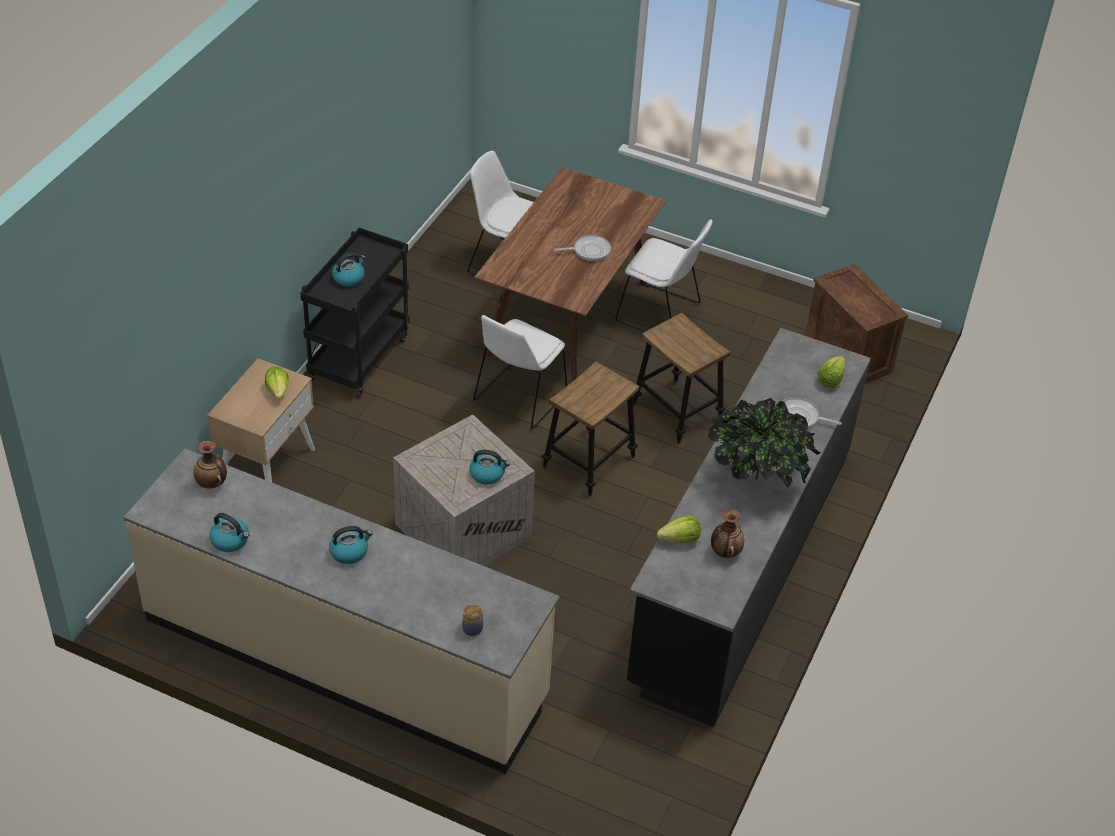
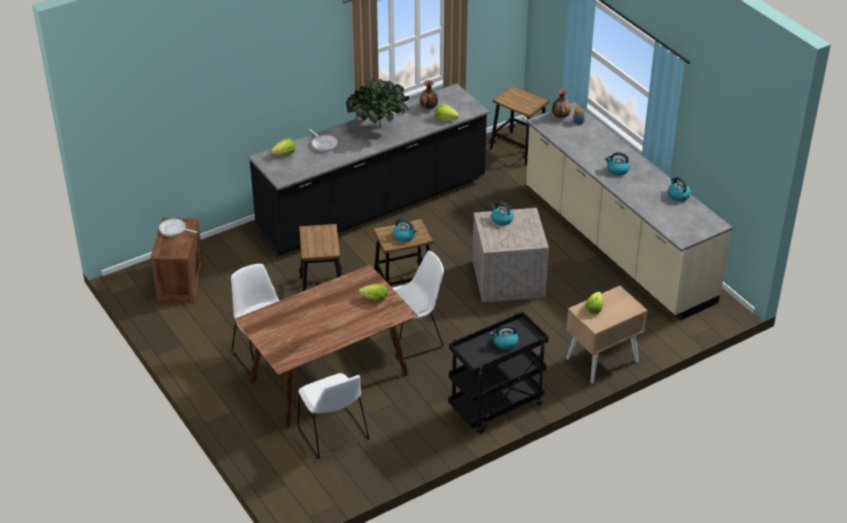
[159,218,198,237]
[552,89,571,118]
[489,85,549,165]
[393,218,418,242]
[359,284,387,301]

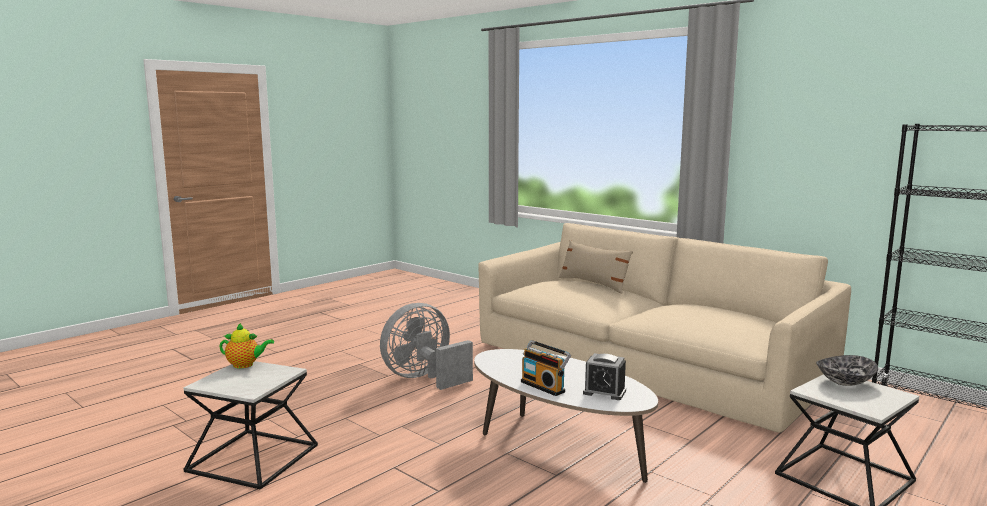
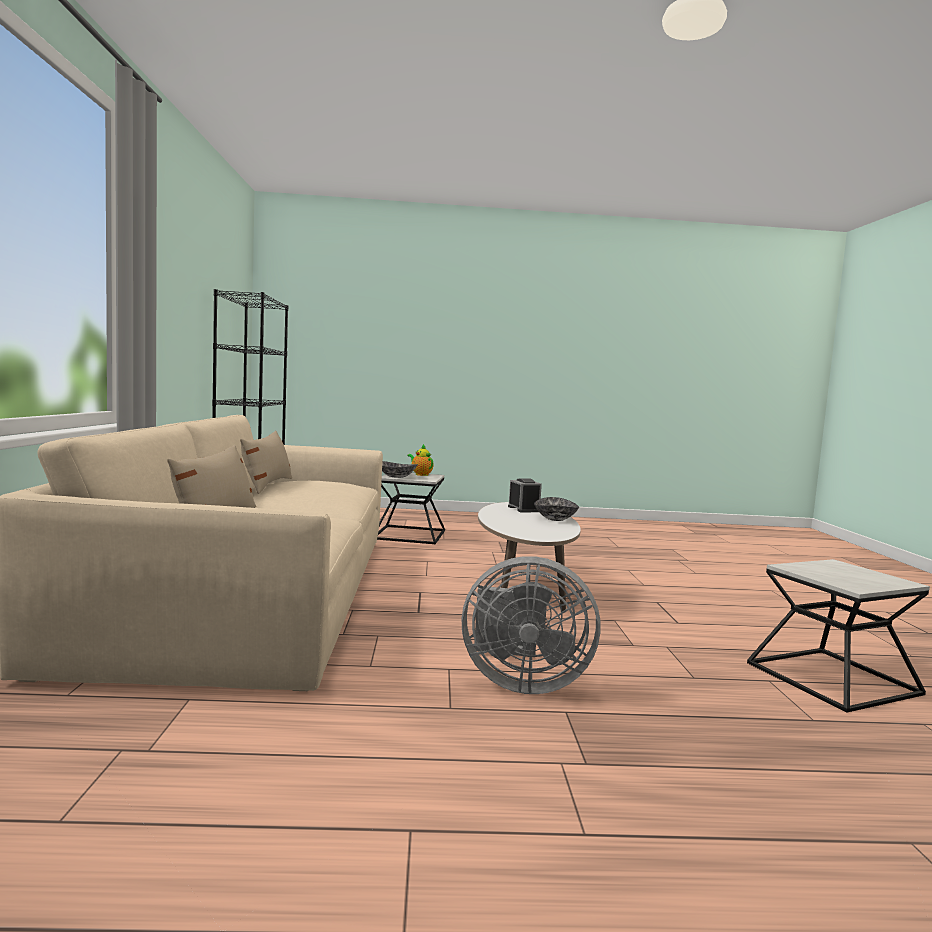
[407,444,434,476]
[534,497,579,521]
[240,431,292,494]

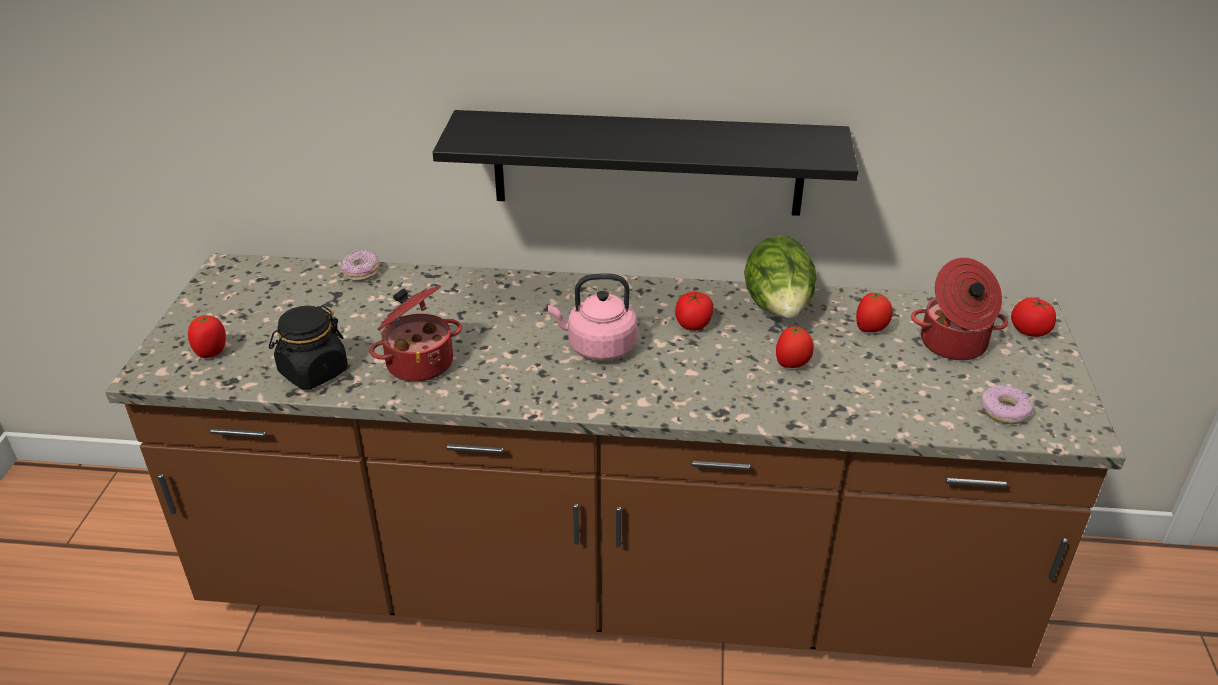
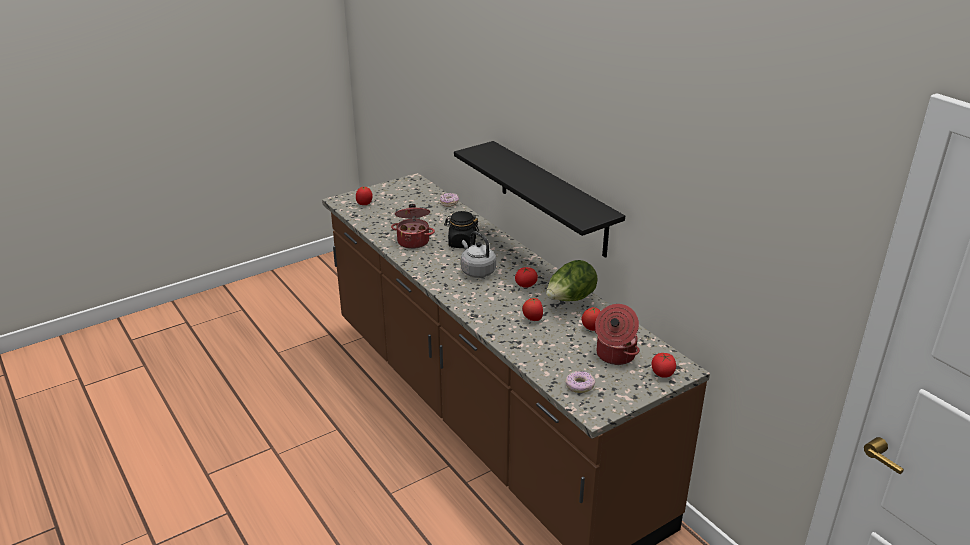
[461,231,496,278]
[444,211,479,248]

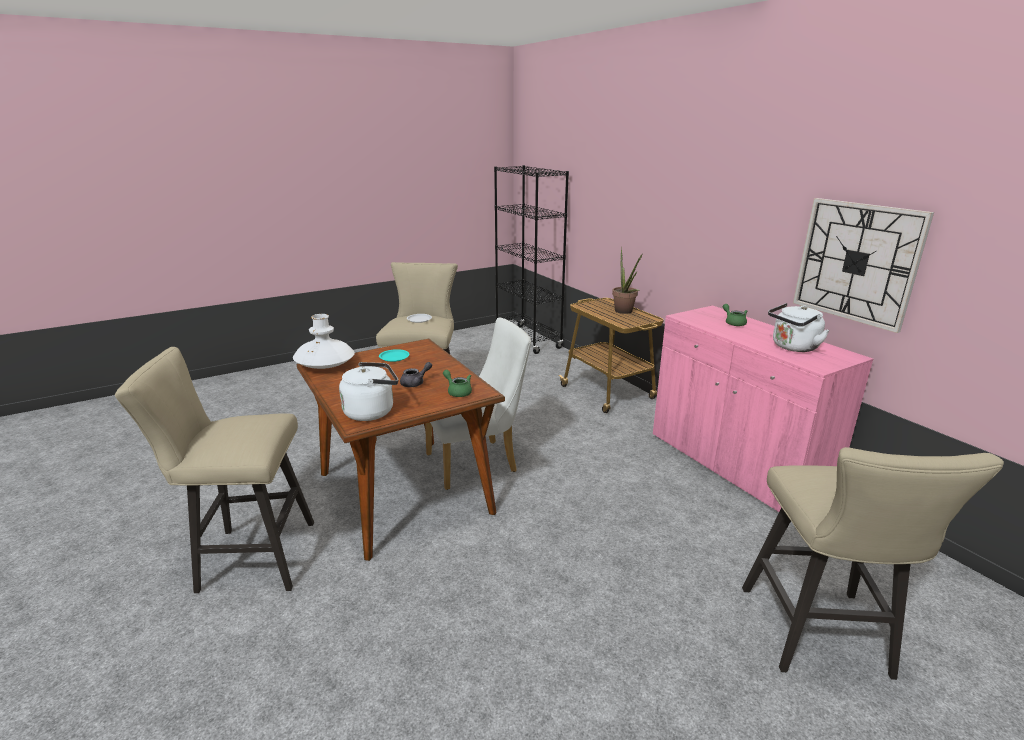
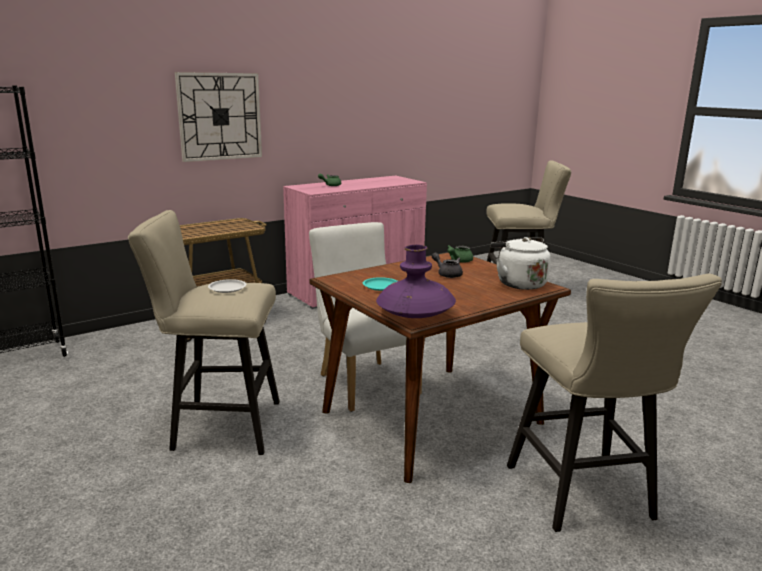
[175,72,262,162]
[612,247,643,314] (first image)
[768,303,830,352] (first image)
[376,245,456,318]

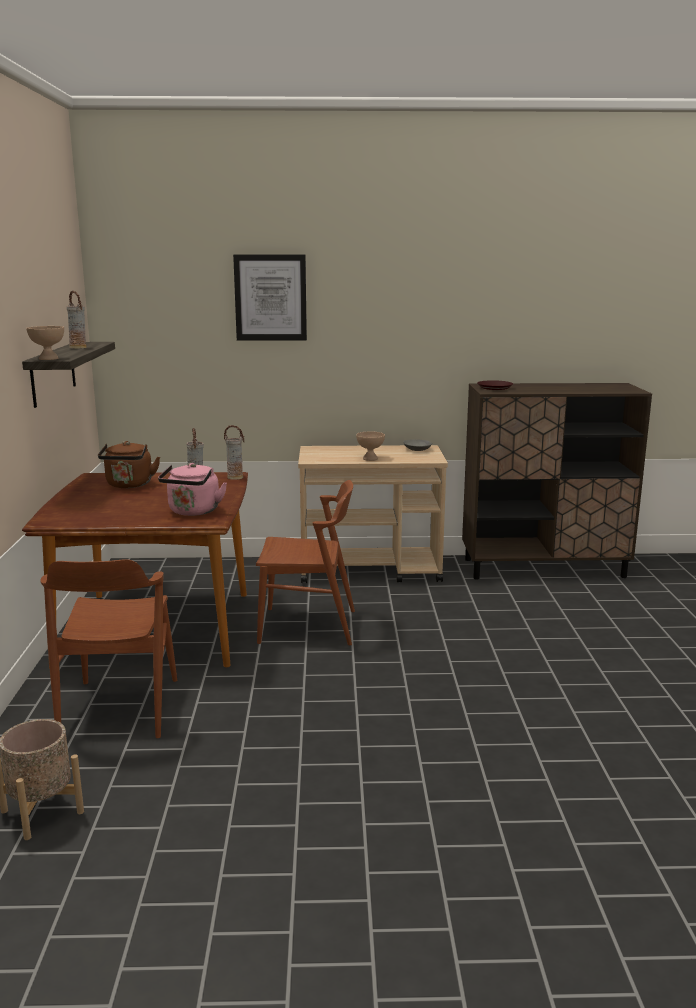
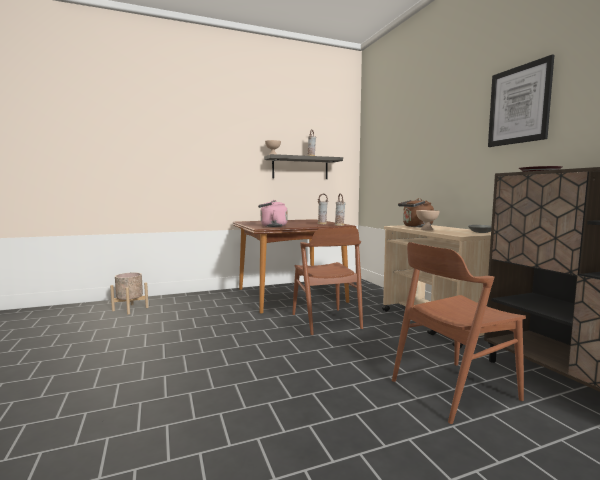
[488,54,554,147]
[398,198,434,227]
[392,242,526,424]

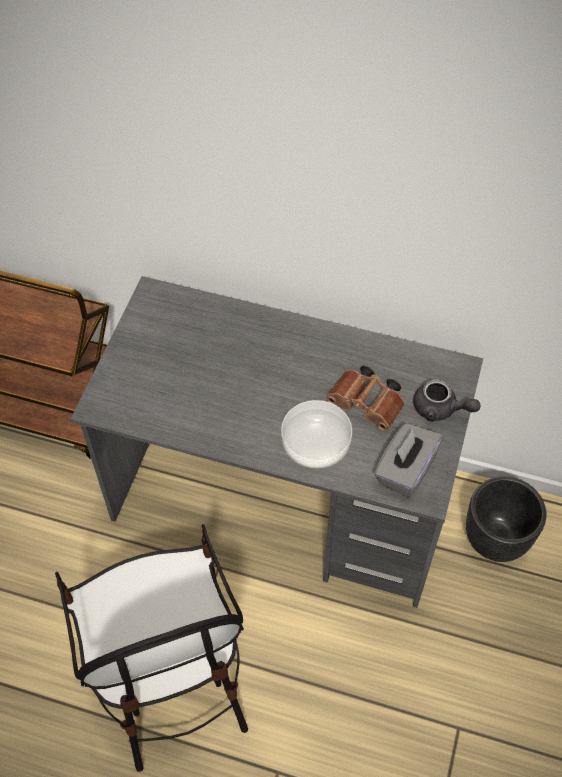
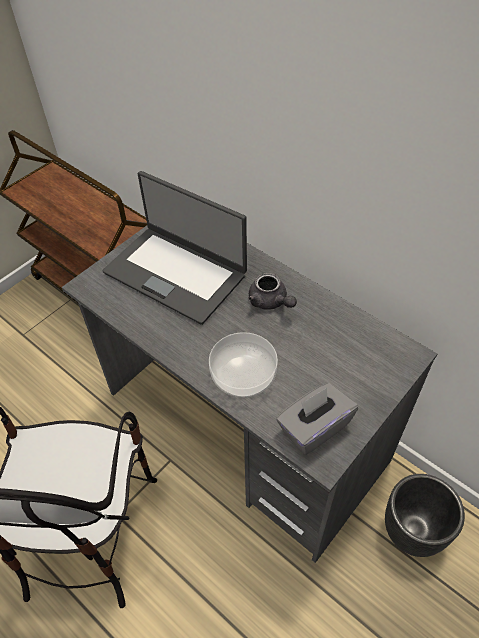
[326,366,405,431] (first image)
[248,273,297,310]
[103,171,247,325]

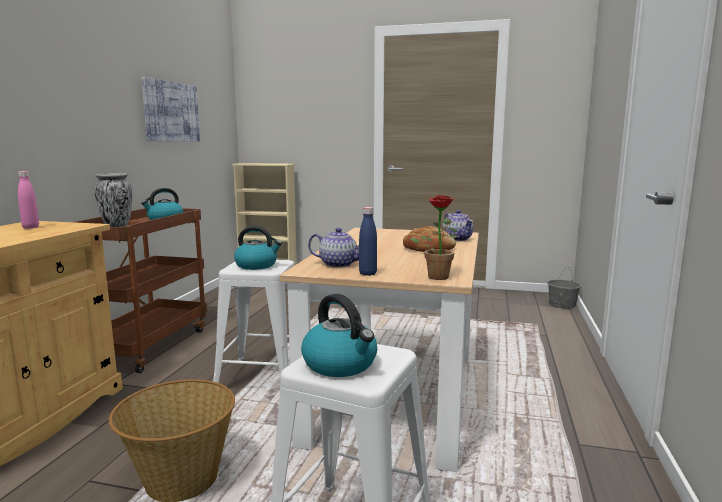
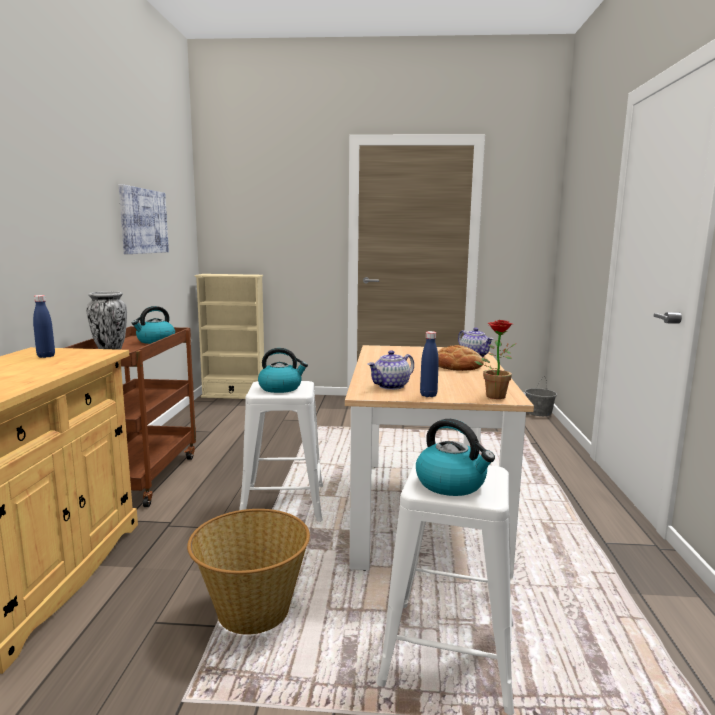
[33,295,55,358]
[367,350,414,390]

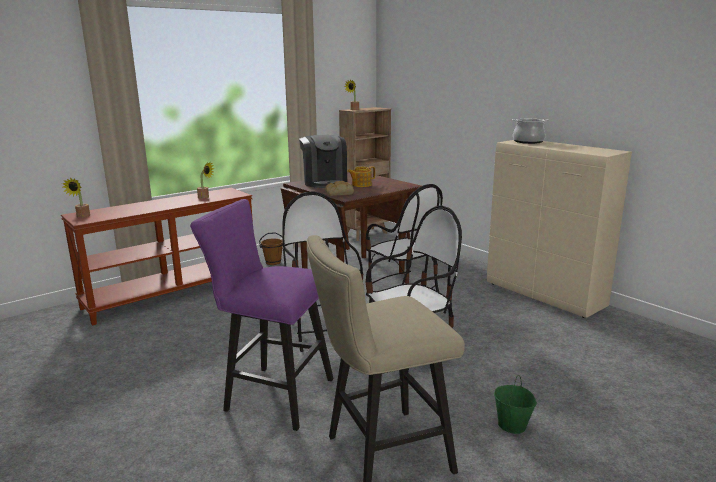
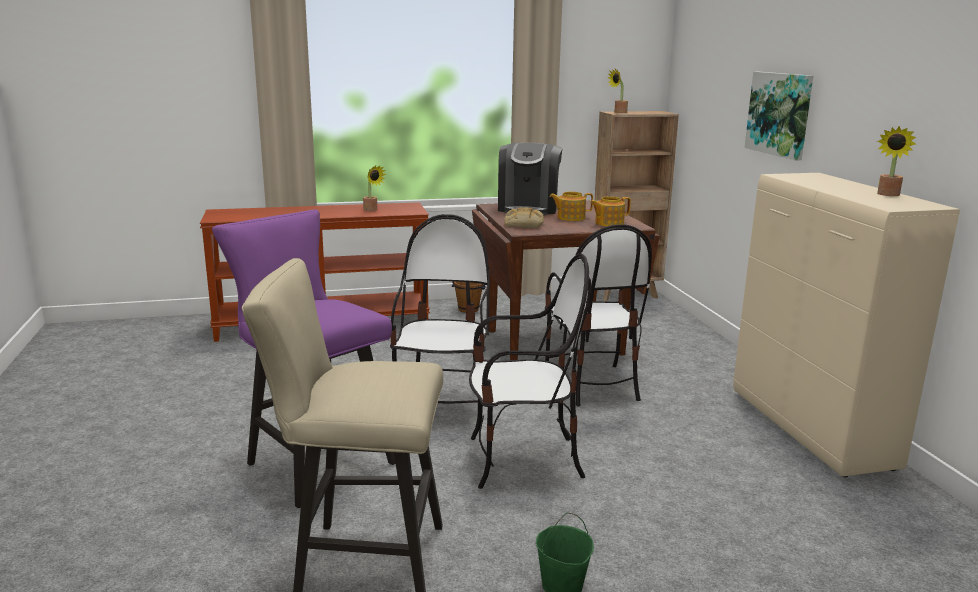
[512,119,549,144] (first image)
[877,126,916,196]
[744,72,813,160]
[590,196,631,227]

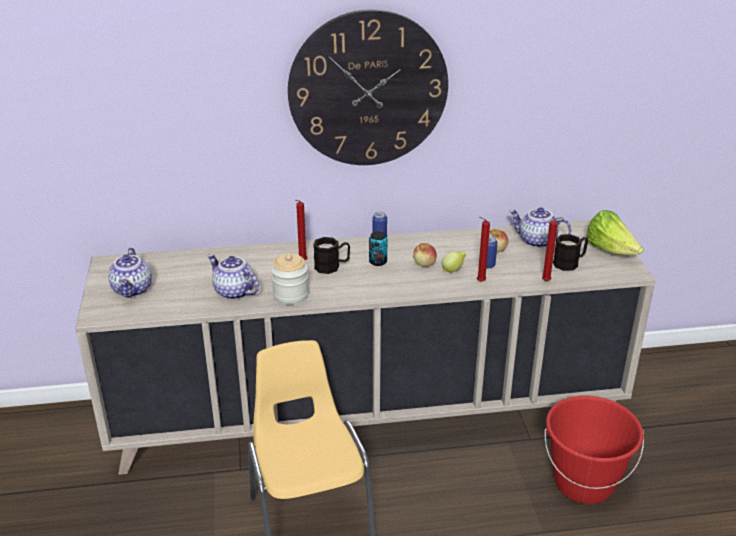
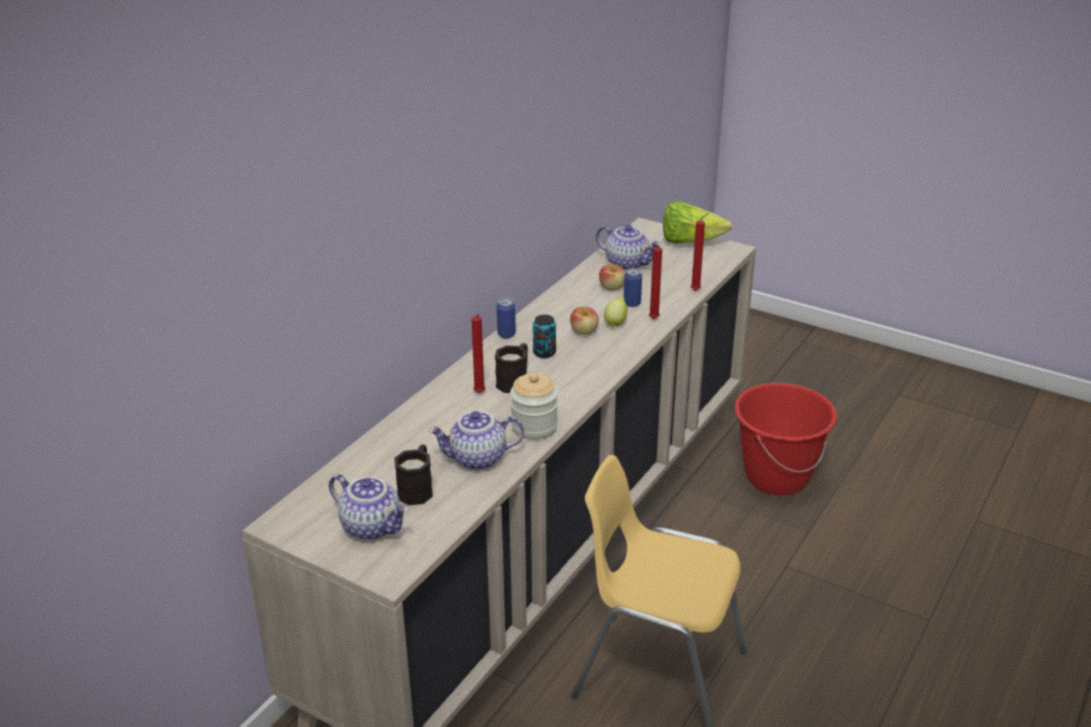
[288,9,448,165] (first image)
[596,225,661,271]
[394,445,433,505]

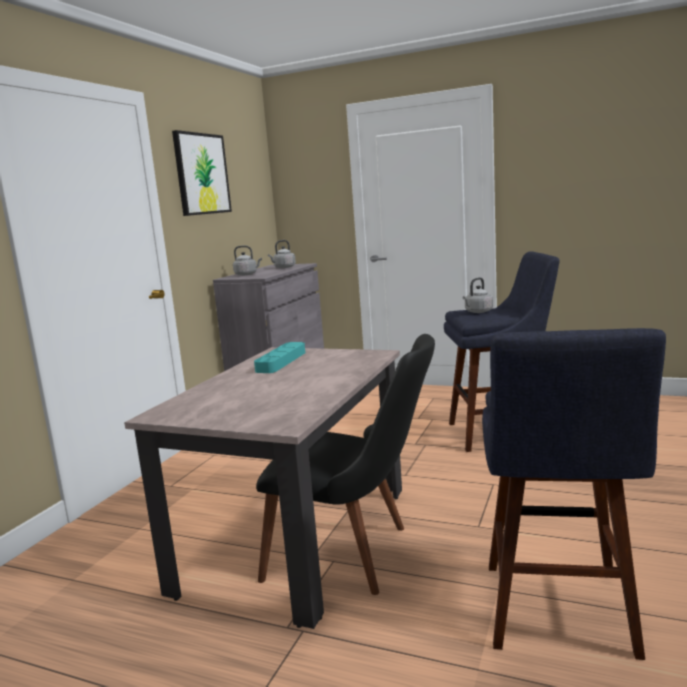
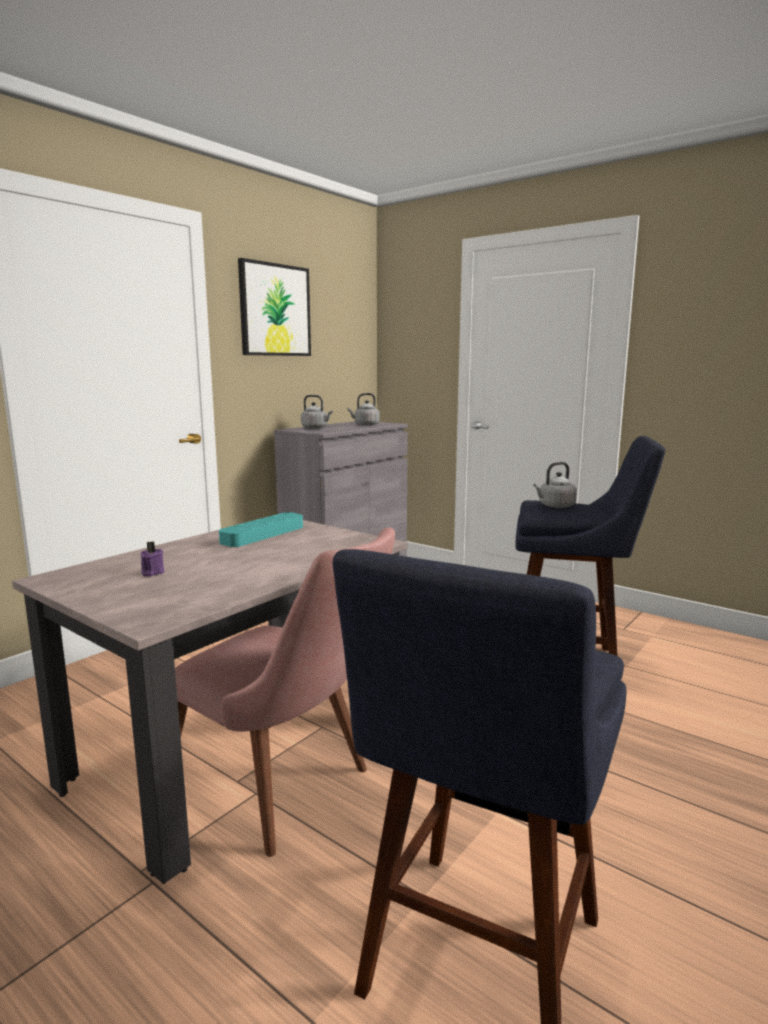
[175,528,395,857]
[141,541,164,577]

